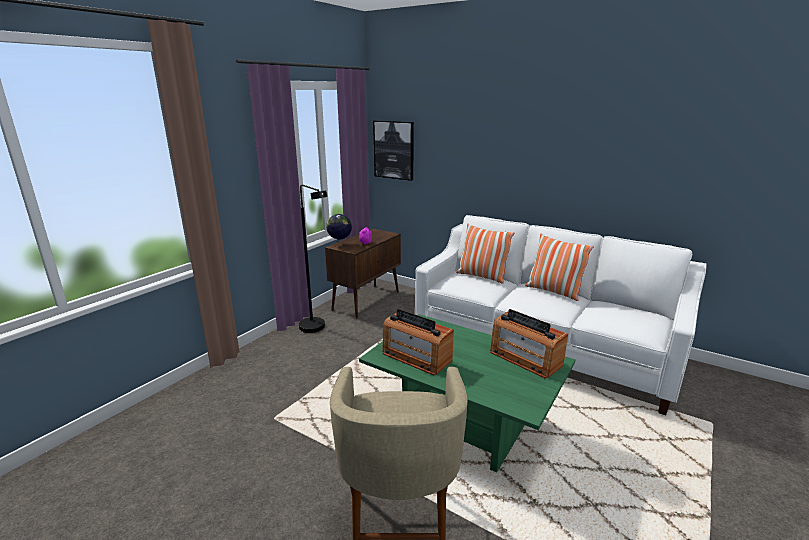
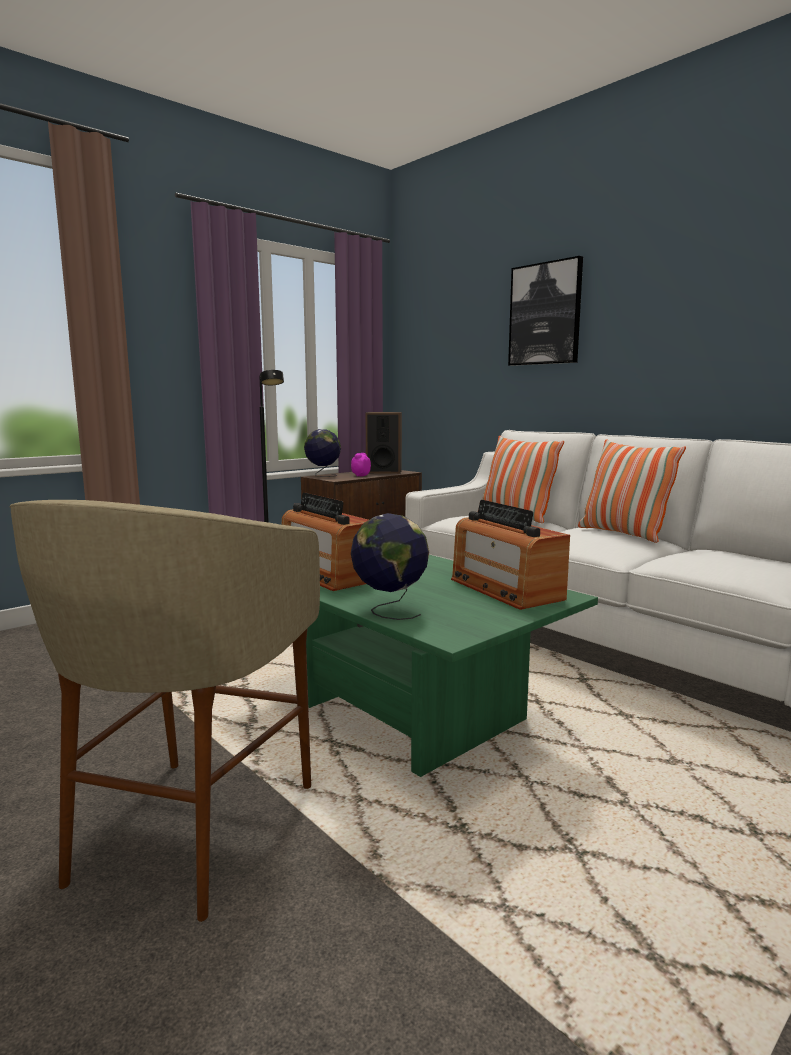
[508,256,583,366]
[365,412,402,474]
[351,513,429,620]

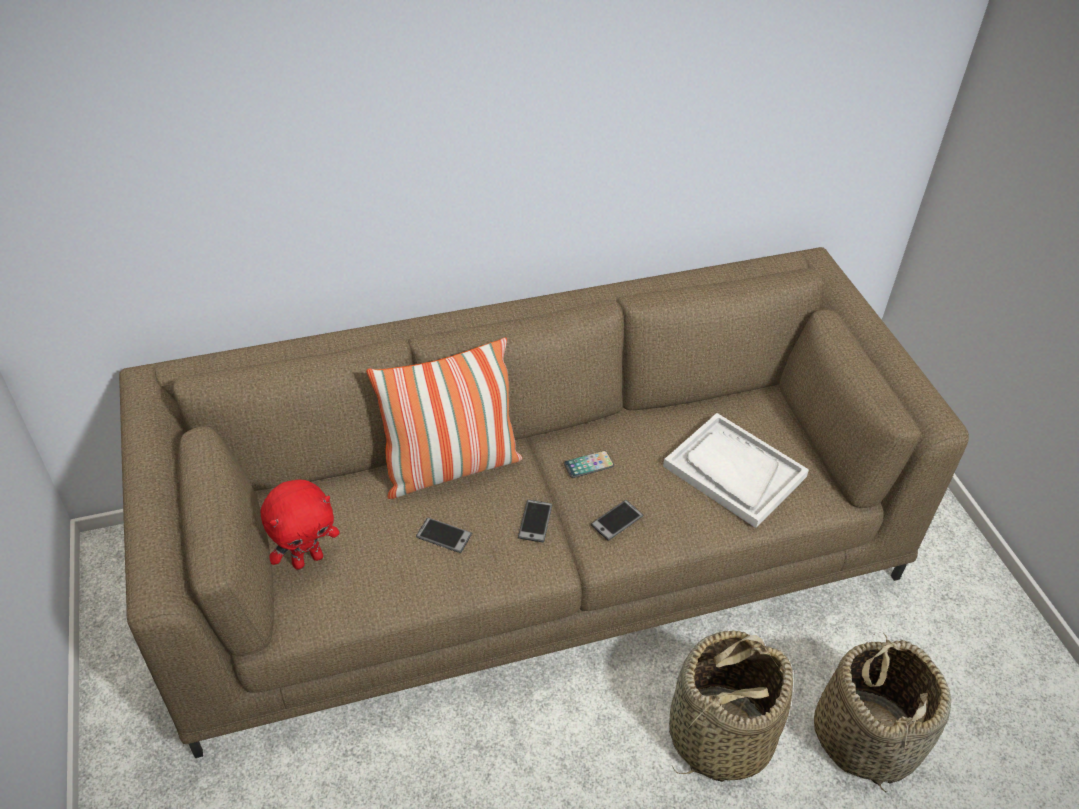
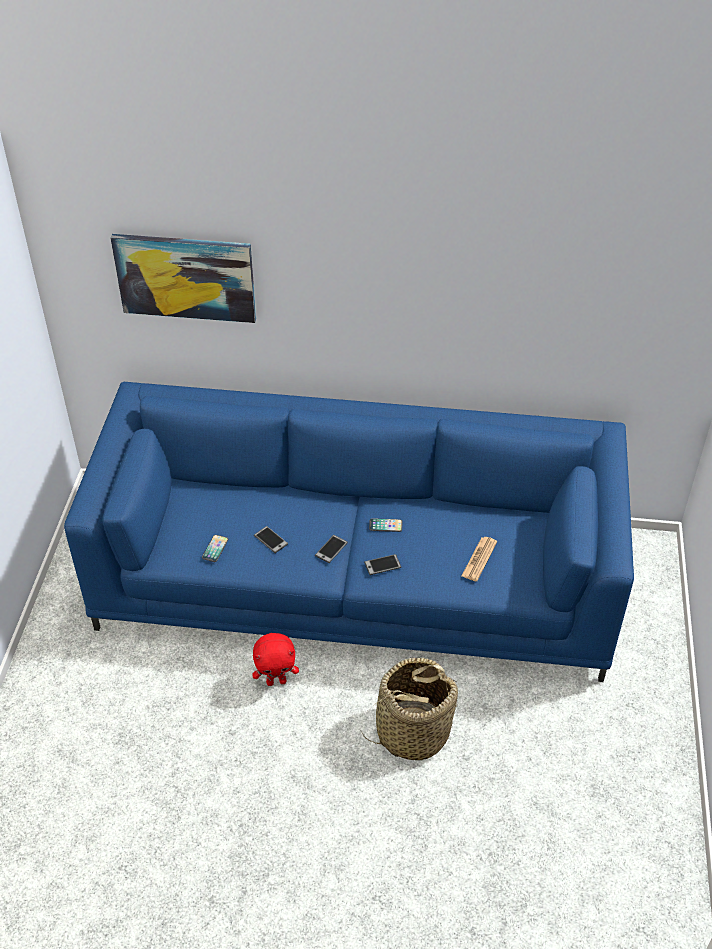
[64,382,634,682]
[366,337,522,499] (first image)
[462,537,497,581]
[252,633,299,686]
[814,632,951,792] (first image)
[110,234,256,323]
[202,535,228,562]

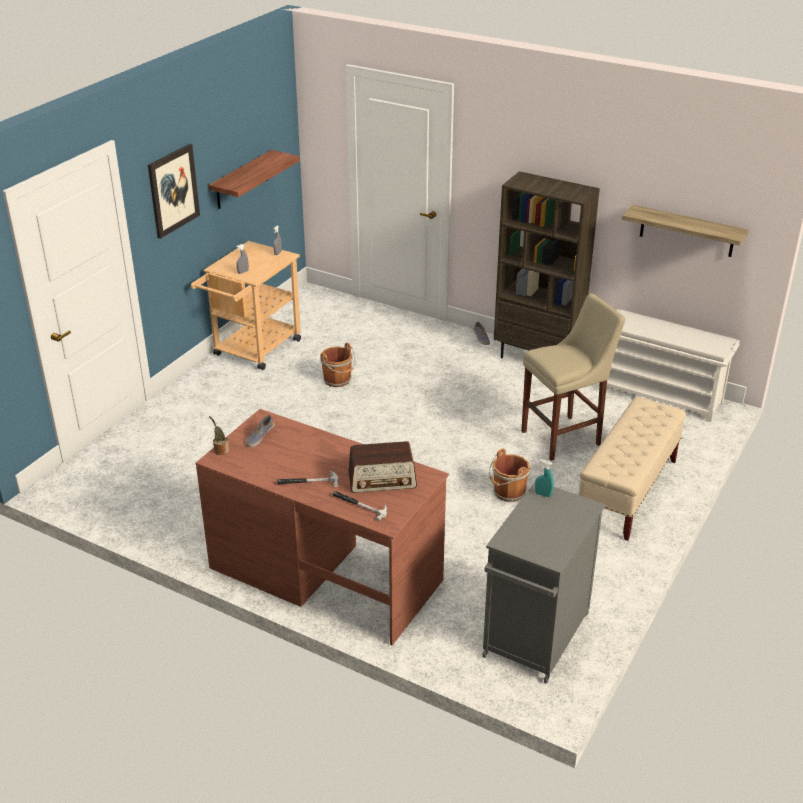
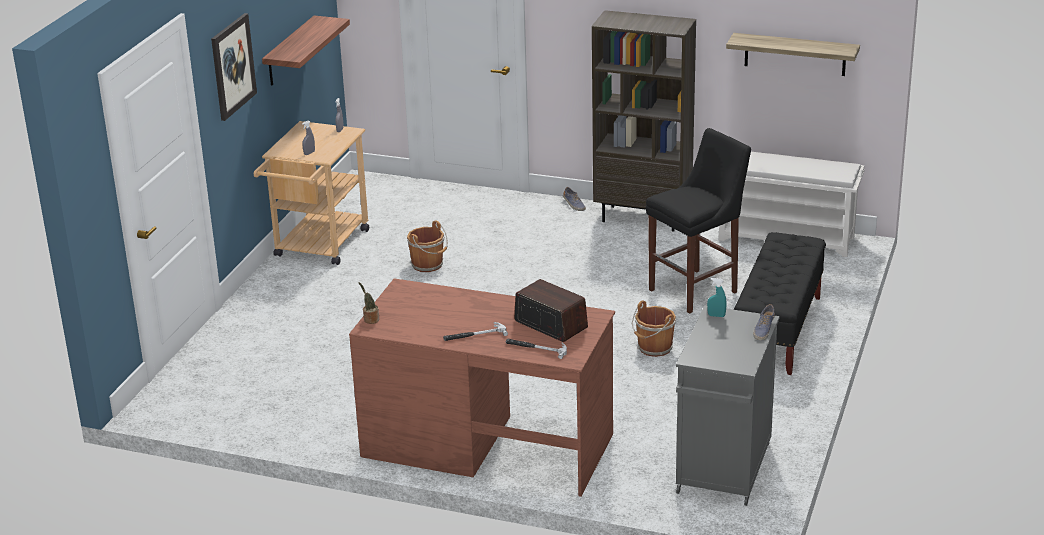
[646,128,751,314]
[734,232,826,375]
[753,304,775,341]
[514,279,588,342]

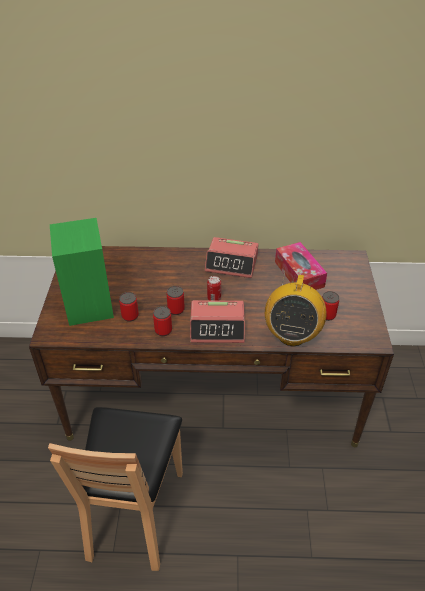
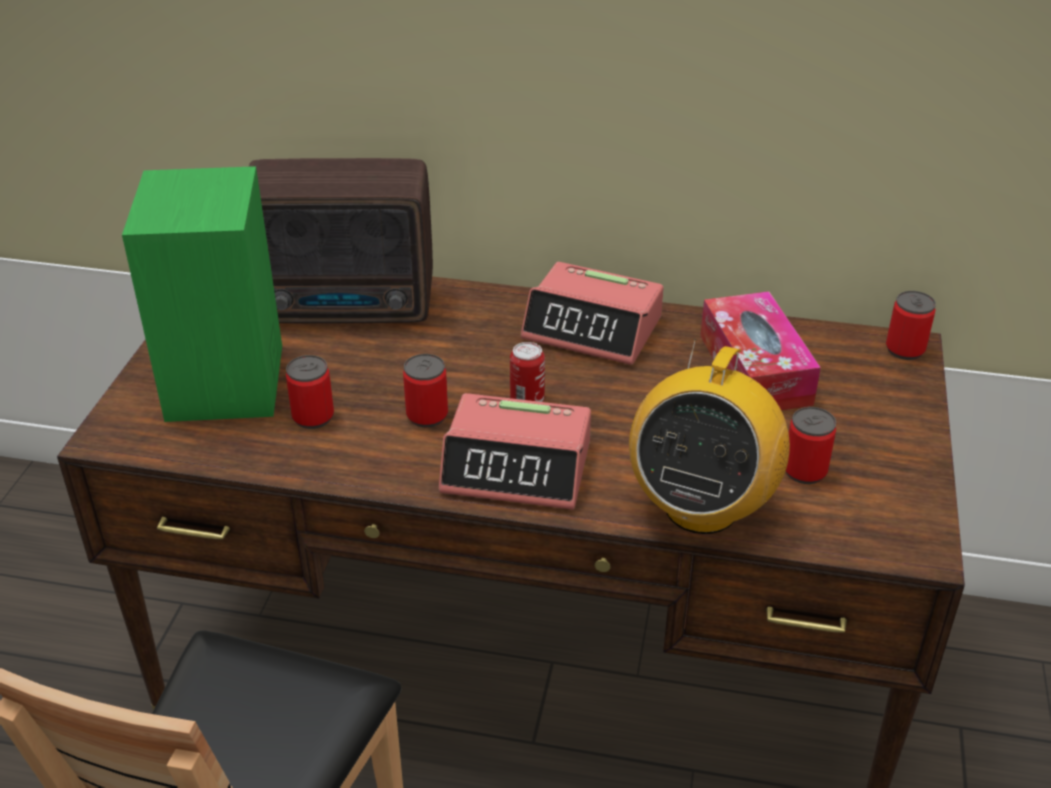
[886,291,936,360]
[249,158,433,323]

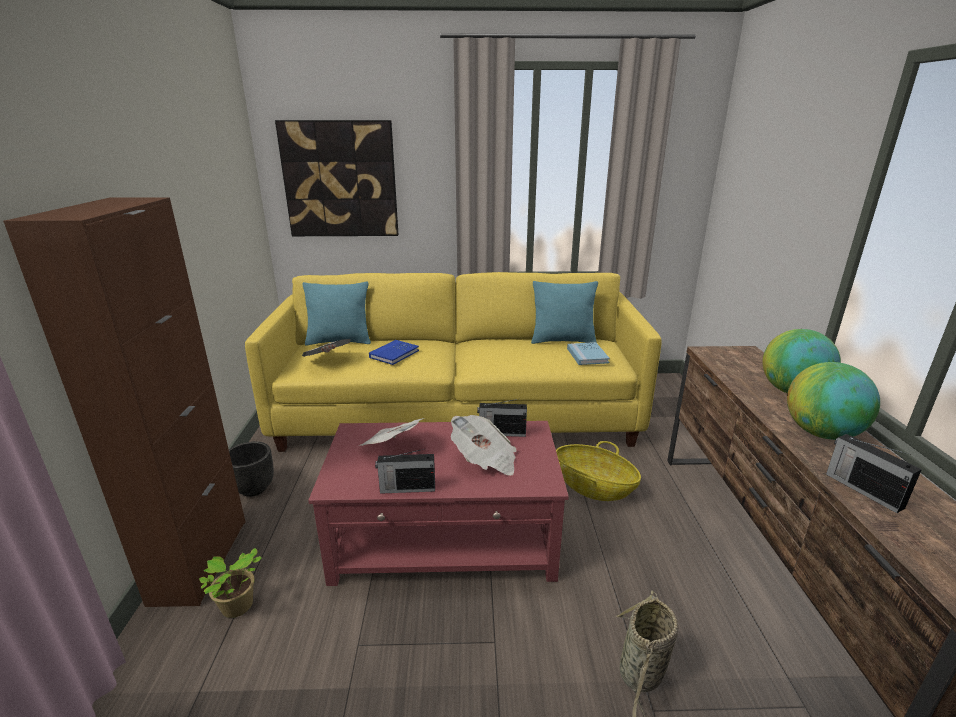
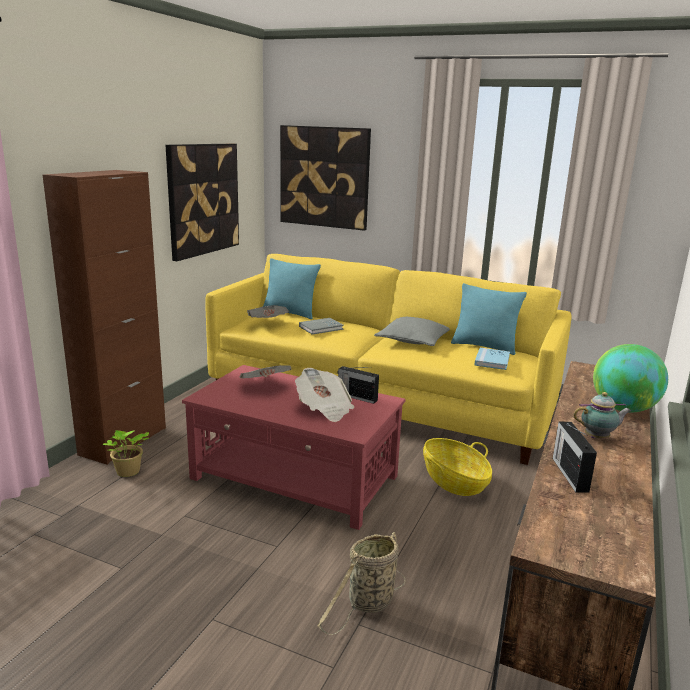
[299,318,344,335]
[574,392,631,438]
[229,441,274,497] (first image)
[375,448,435,494] (first image)
[165,144,239,261]
[374,317,450,346]

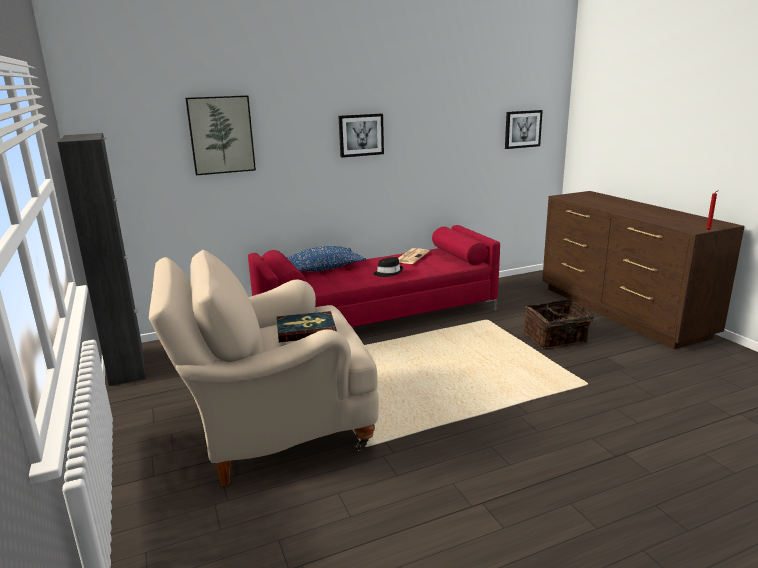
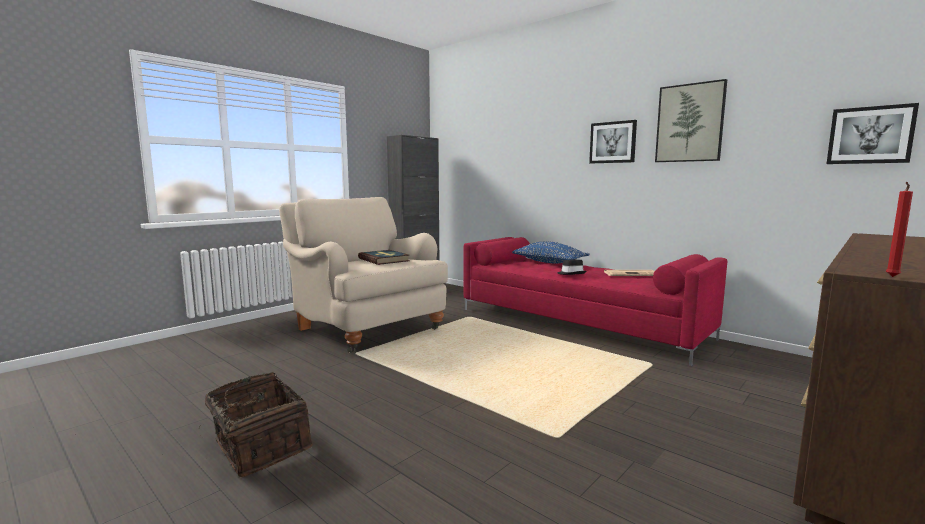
[655,79,727,162]
[199,372,313,477]

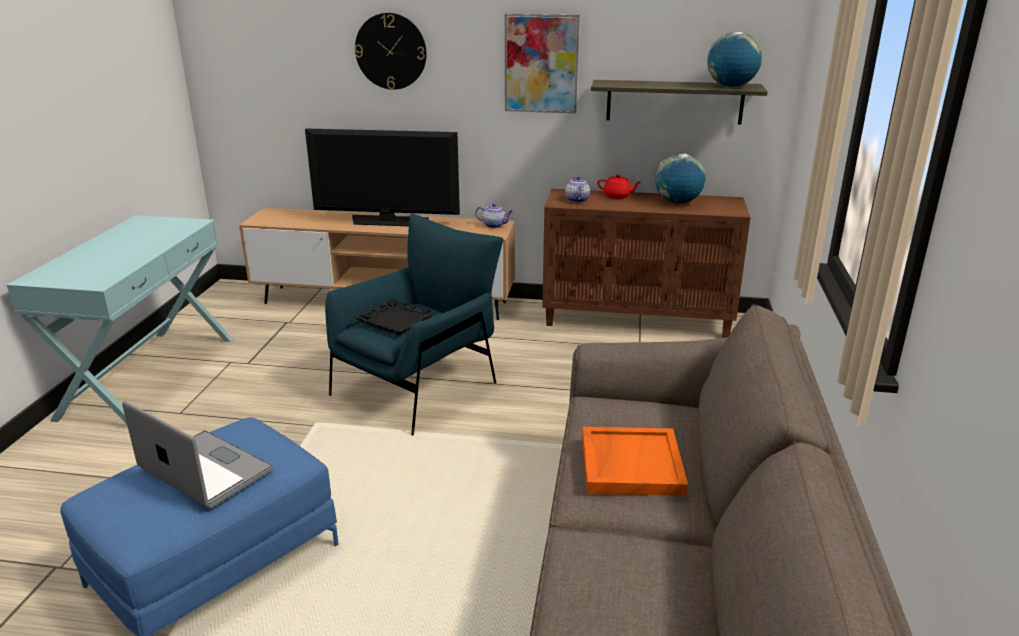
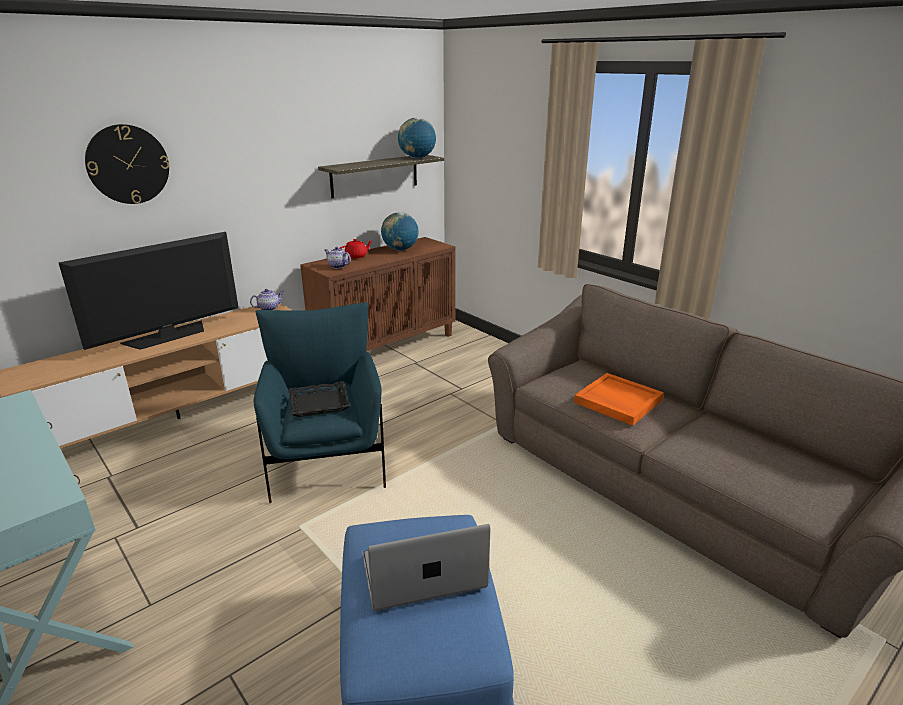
[505,14,580,113] (first image)

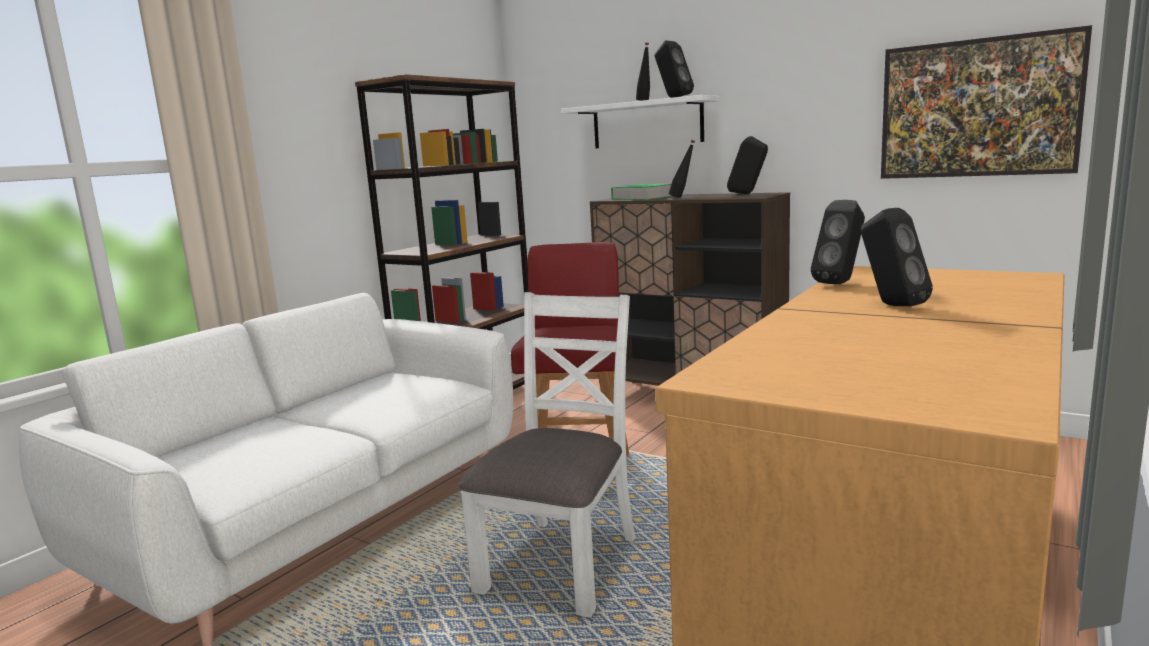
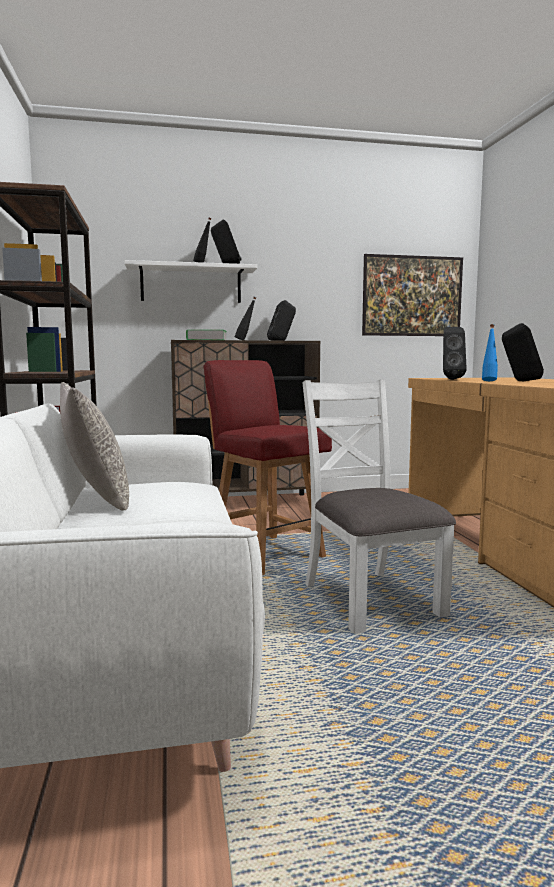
[482,324,498,381]
[60,382,129,511]

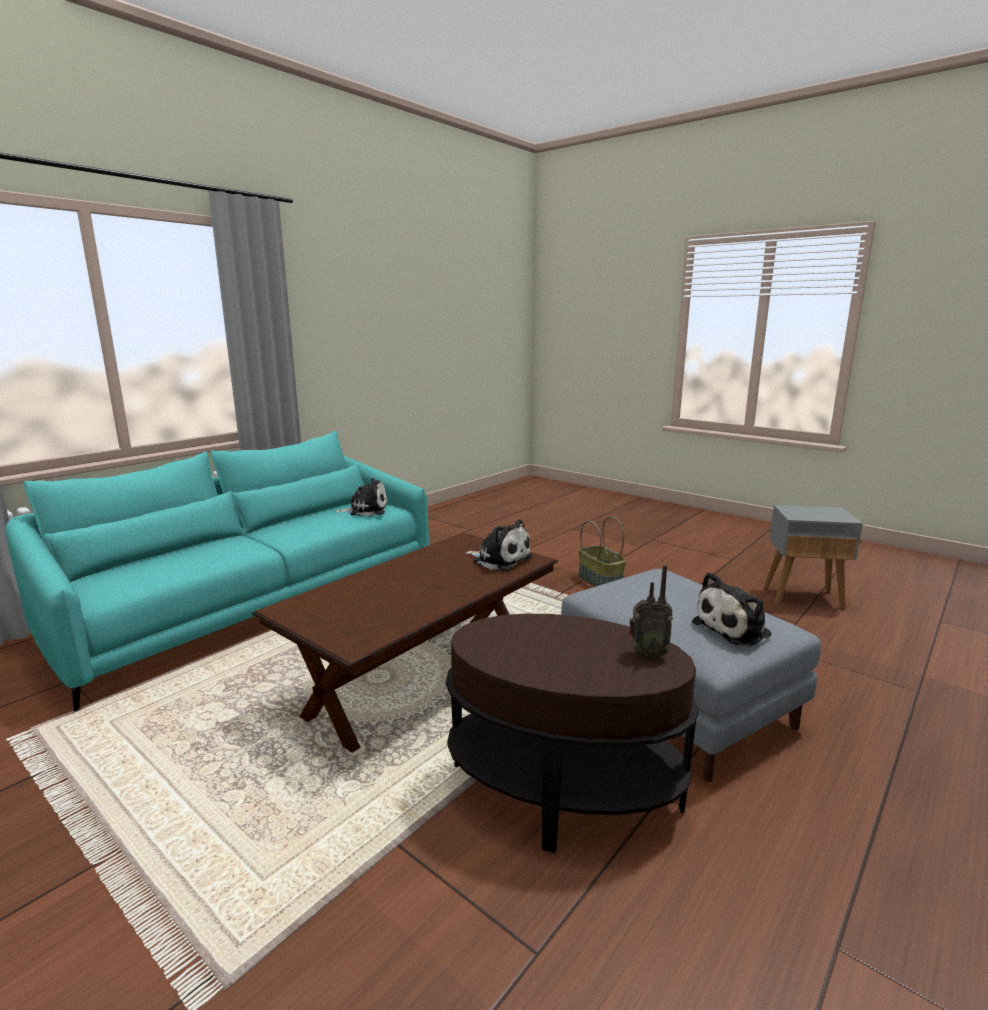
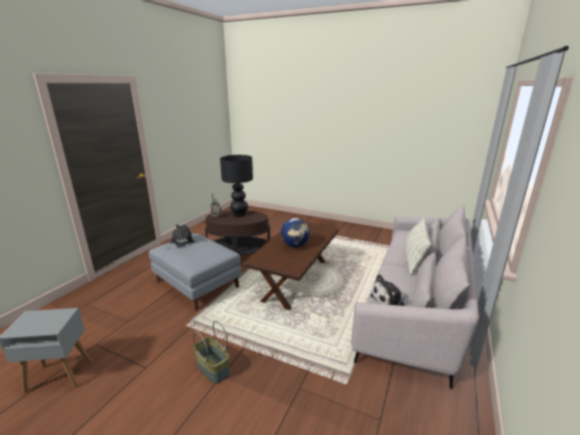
[351,205,479,389]
[465,519,532,571] (first image)
[220,155,253,217]
[281,218,310,247]
[404,218,431,275]

